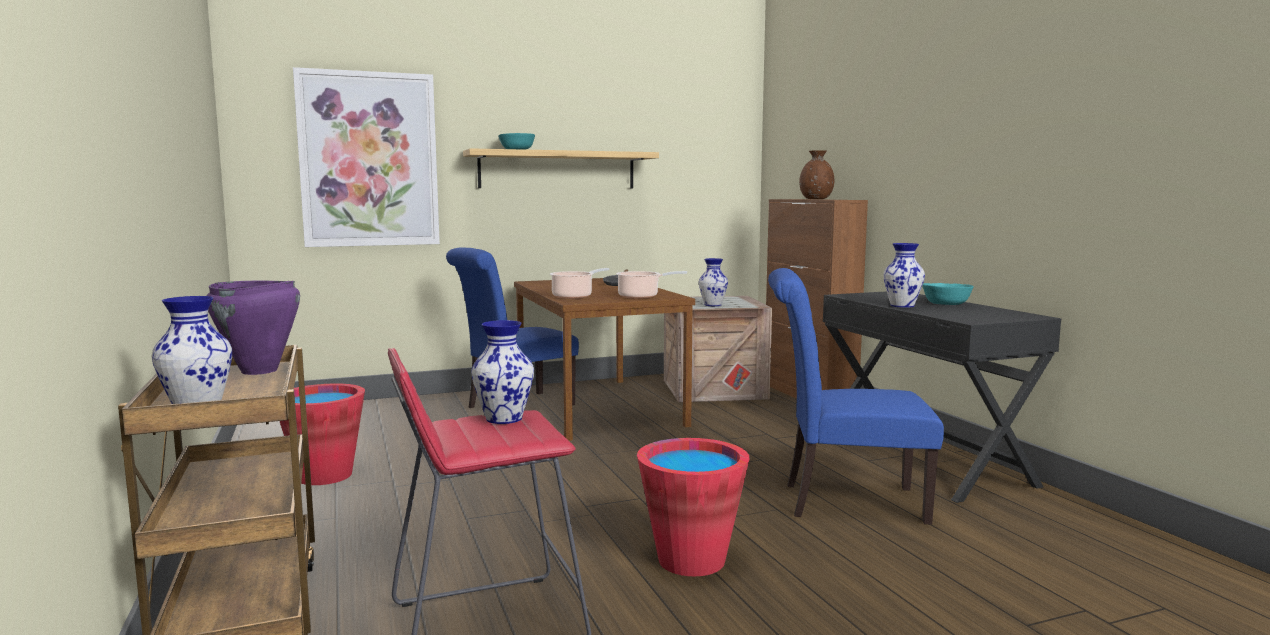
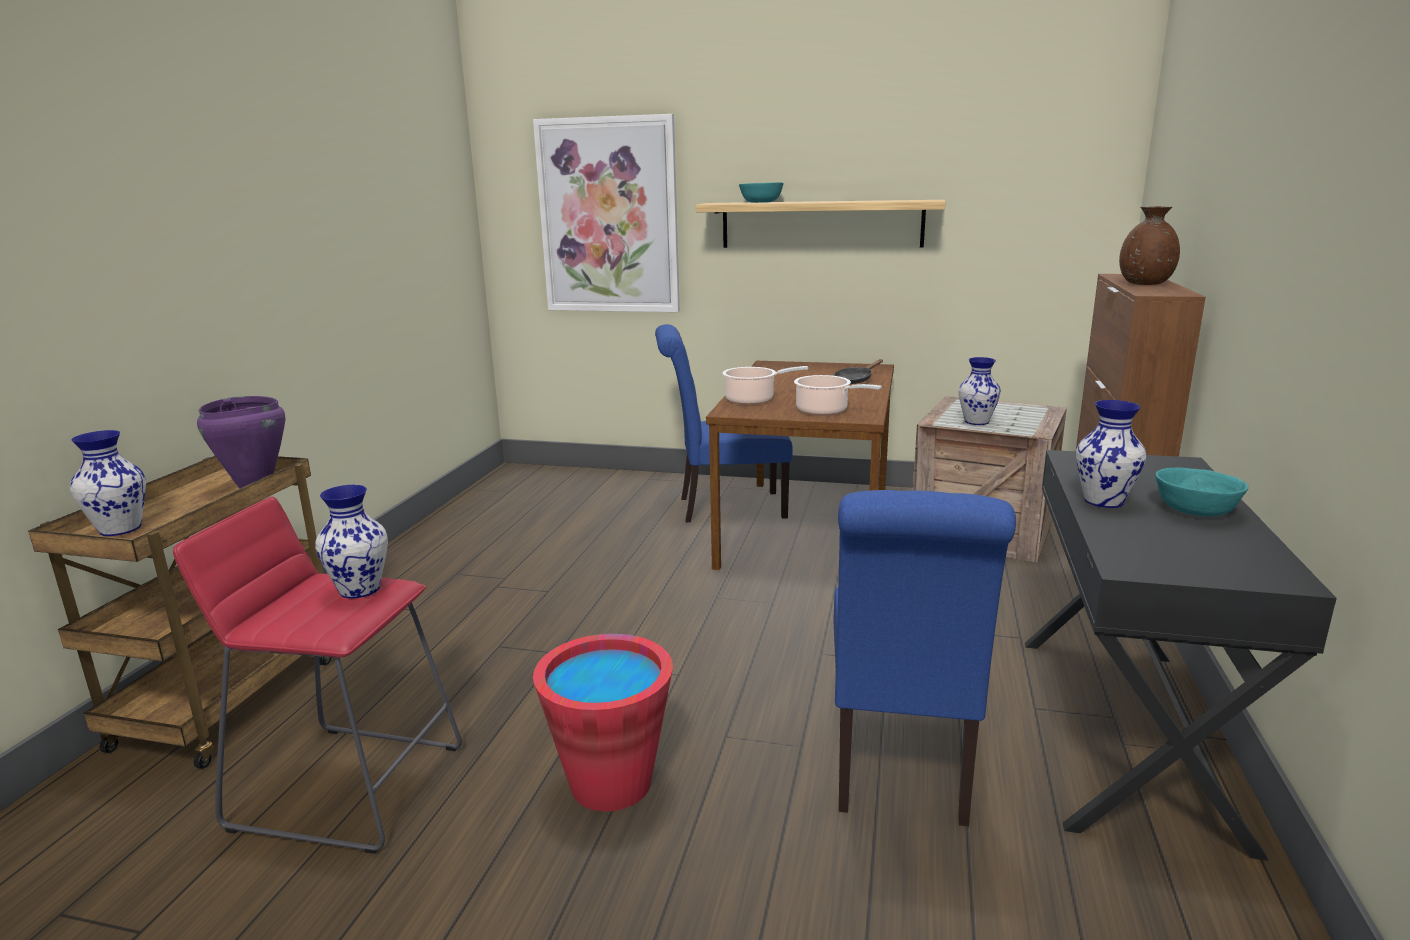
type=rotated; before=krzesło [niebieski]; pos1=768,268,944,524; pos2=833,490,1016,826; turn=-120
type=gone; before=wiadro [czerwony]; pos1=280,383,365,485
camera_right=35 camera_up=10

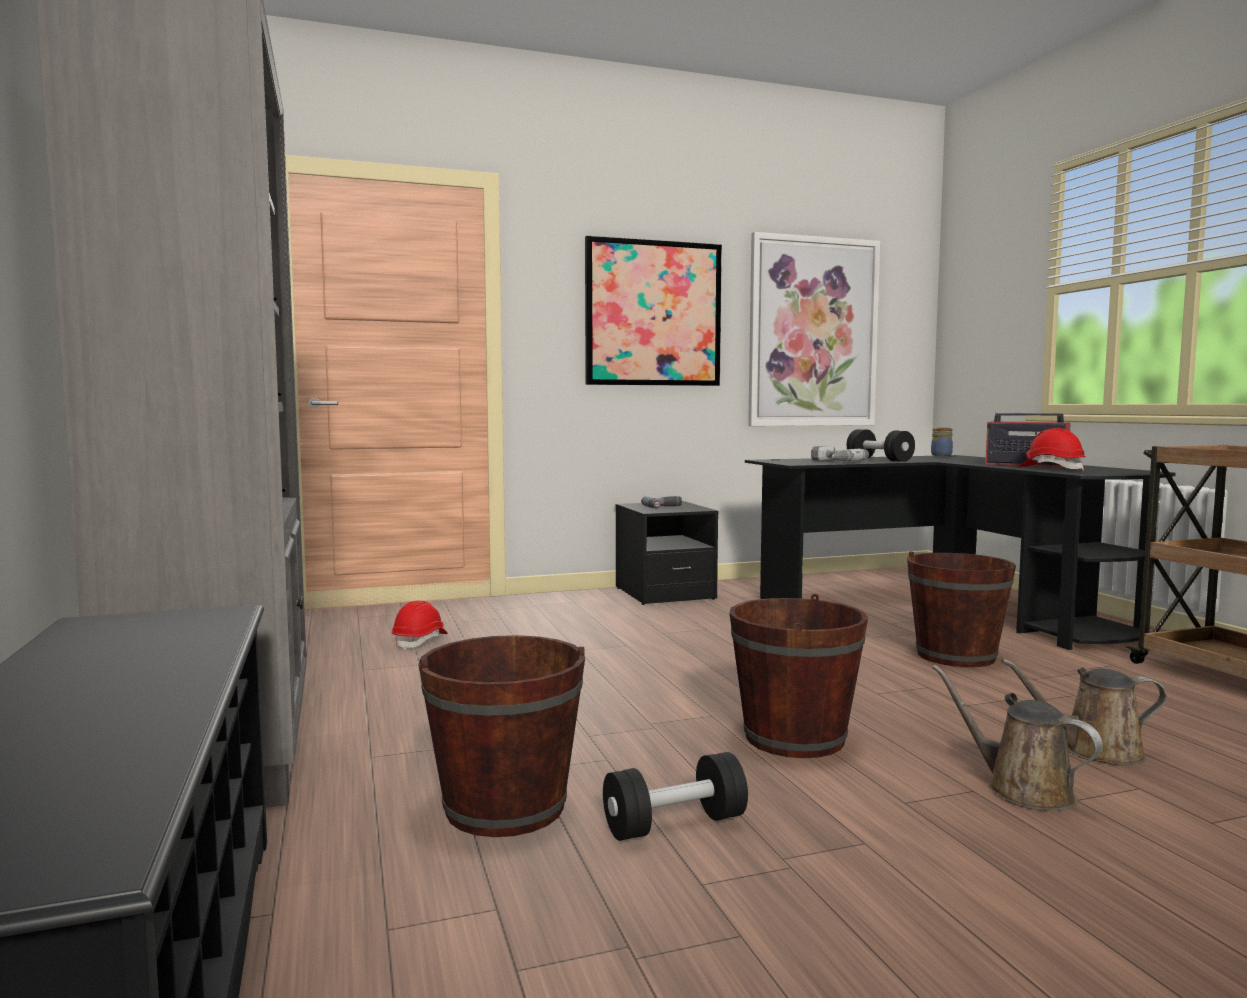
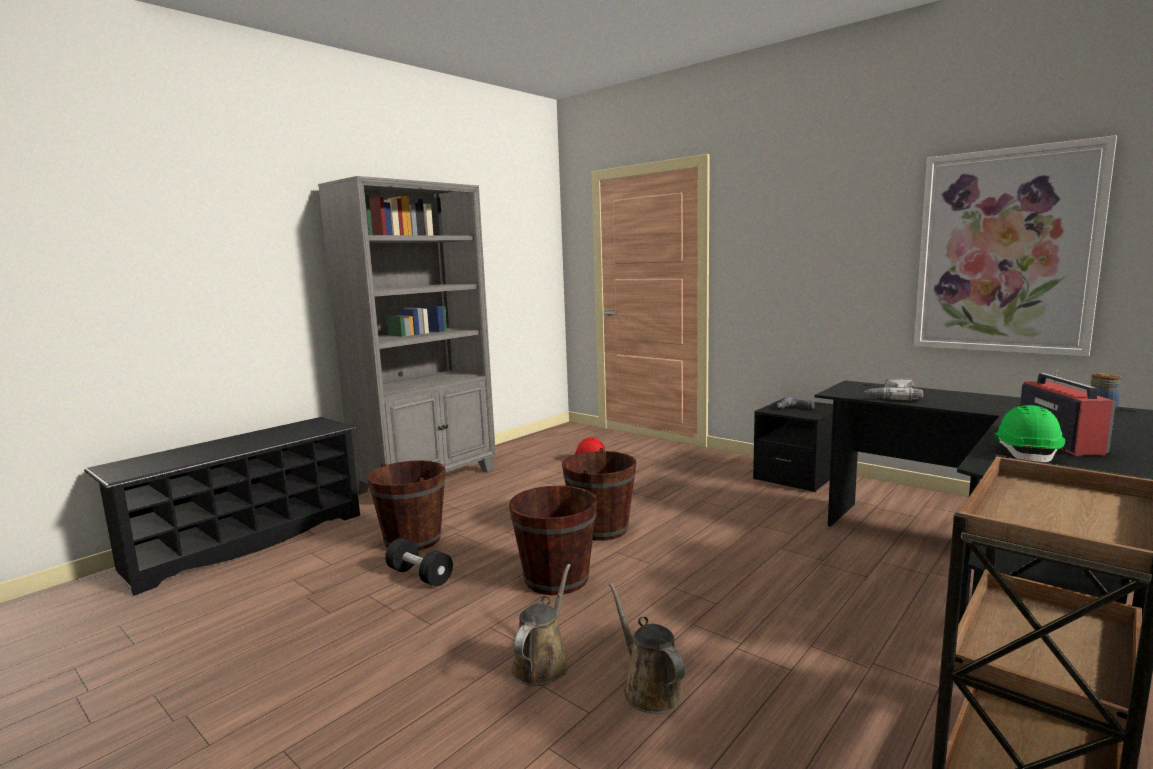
type=gone; before=obraz; pos1=585,236,722,386
type=repainted; before=kask [czerwony]; after=kask [zielony]; pos1=1019,428,1085,471; pos2=995,405,1065,462
type=gone; before=hantel [czarny]; pos1=847,429,915,462
type=shifted; before=wiadro [brązowy]; pos1=907,551,1016,667; pos2=562,448,636,541
camera_right=60 camera_up=5

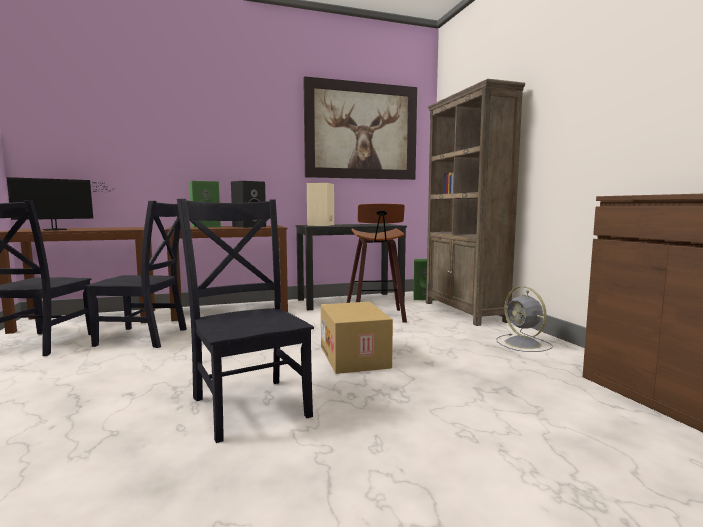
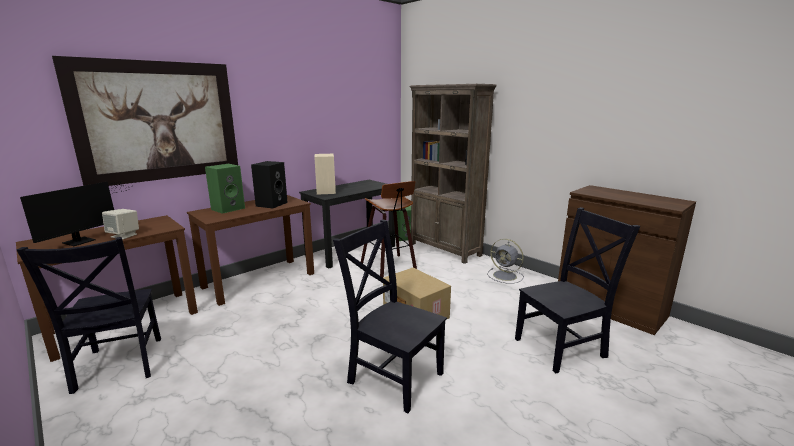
type=shifted; before=obraz; pos1=303,76,417,180; pos2=52,56,238,186
type=shifted; before=krzesło [czarny]; pos1=85,201,187,348; pos2=515,207,640,373
type=new; after=głośnik [beżowy]; pos2=102,209,139,239
camera_right=-25 camera_up=10

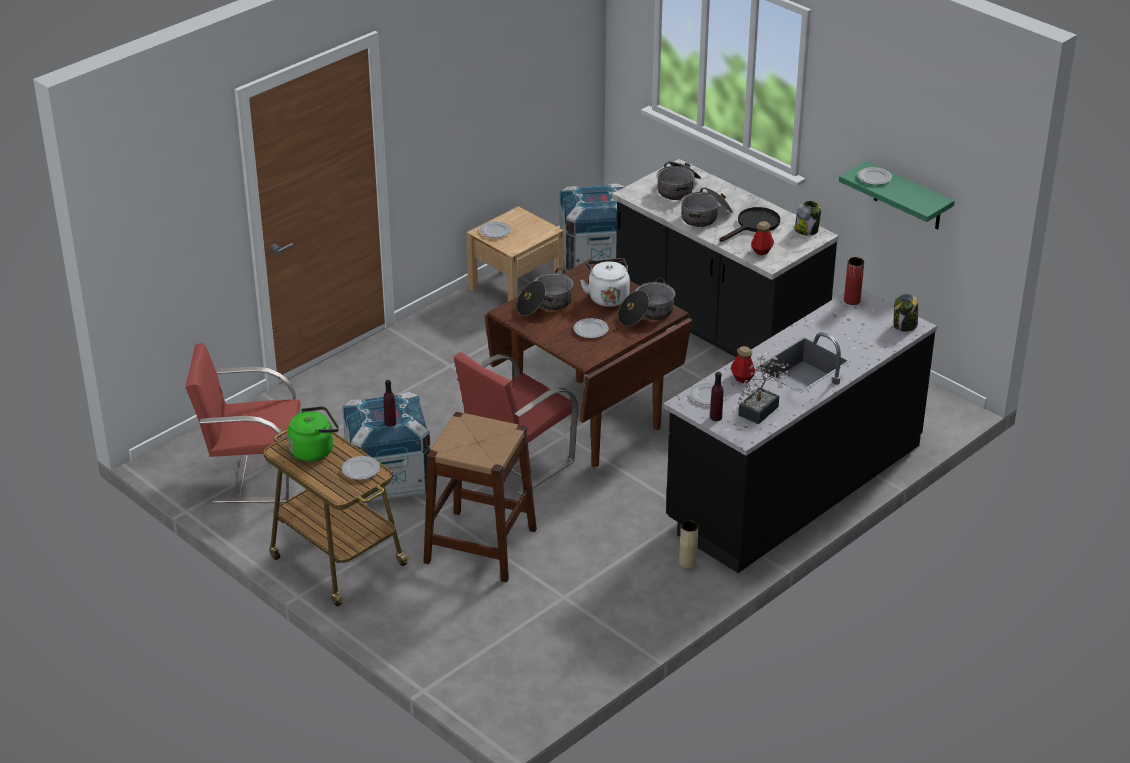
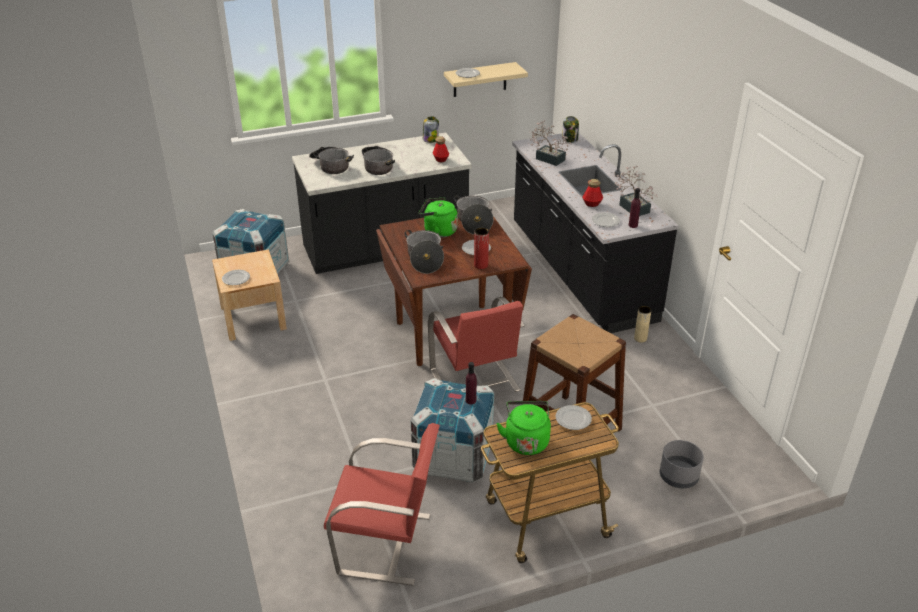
type=repainted; before=półka [zielony]; after=półka [beżowy]; pos1=839,161,955,230; pos2=444,62,528,97
type=gone; before=patelnia [czarny]; pos1=719,207,780,242
type=shifted; before=wazon [czerwony]; pos1=844,257,864,305; pos2=474,228,489,269
type=repainted; before=czajnik [biały]; after=czajnik [zielony]; pos1=580,258,630,307; pos2=419,198,458,238
type=rotated; before=krzesło [czerwony]; pos1=185,343,301,503; pos2=324,423,440,586; turn=-105
type=new; after=roślina doniczkowa; pos2=529,120,571,166
type=new; after=donica [szary]; pos2=660,440,704,488
camera_right=-65 camera_up=0

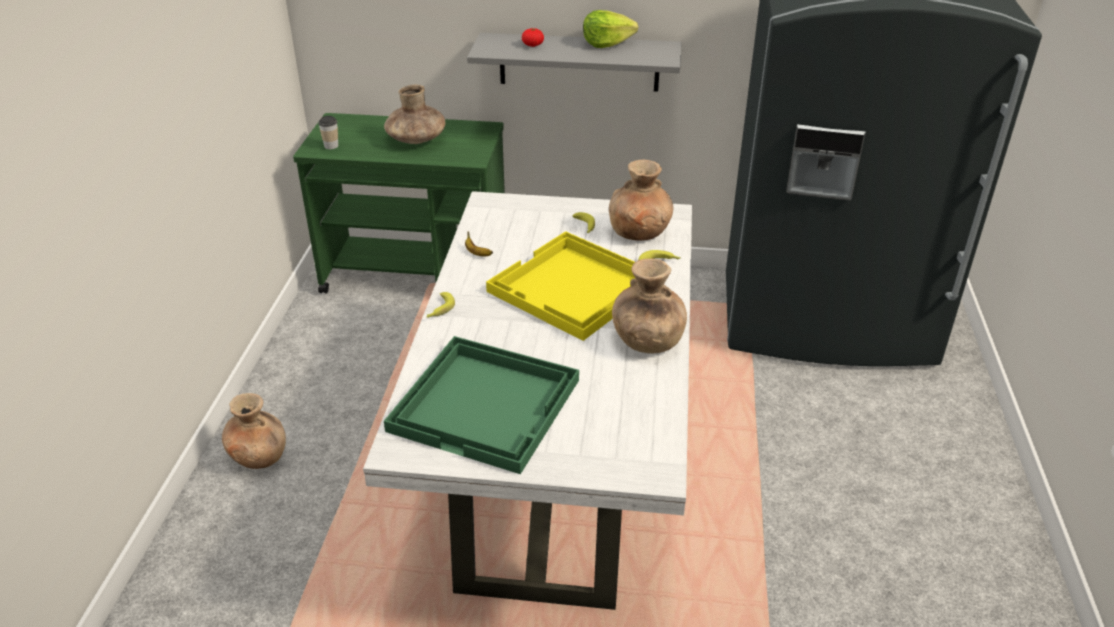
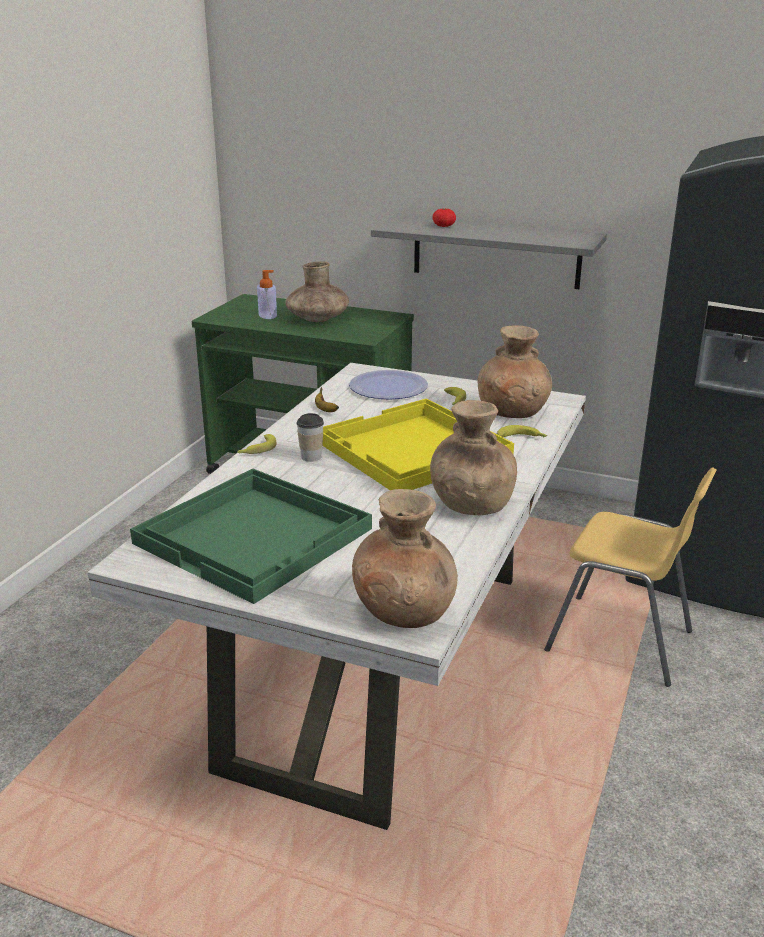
type=gone; before=sałata; pos1=583,10,638,48
type=shifted; before=filiżanka; pos1=318,116,338,149; pos2=296,413,324,462
type=shifted; before=wazon [brązowy]; pos1=222,393,286,469; pos2=352,489,458,628
type=new; after=dozownik mydła; pos2=257,270,277,319
type=new; after=talerz; pos2=349,370,428,400
type=new; after=krzesło [żółty]; pos2=544,468,717,687
camera_right=15 camera_up=-10

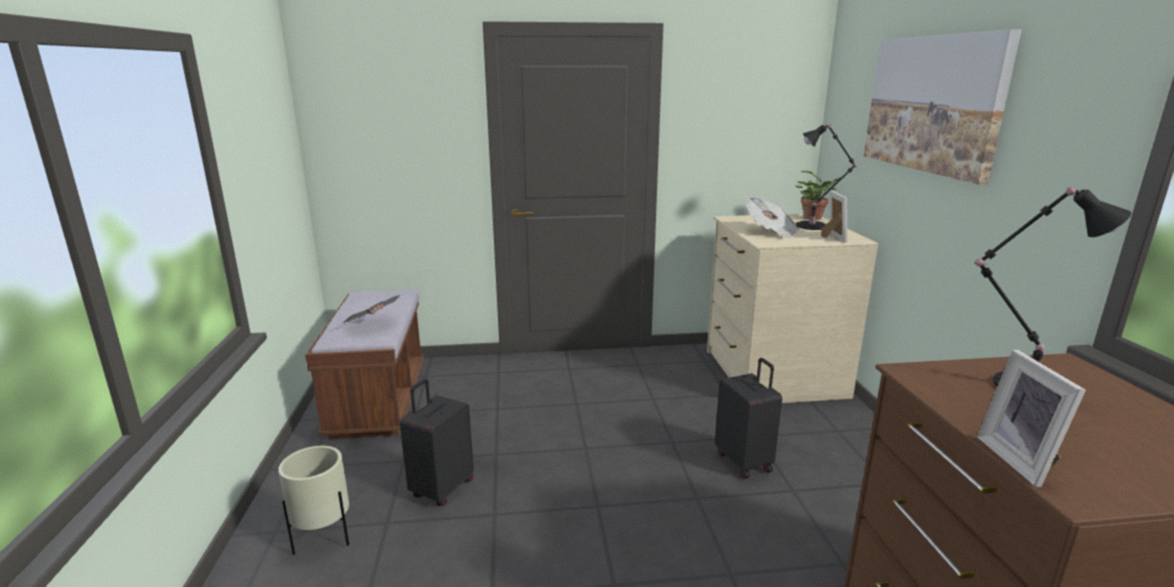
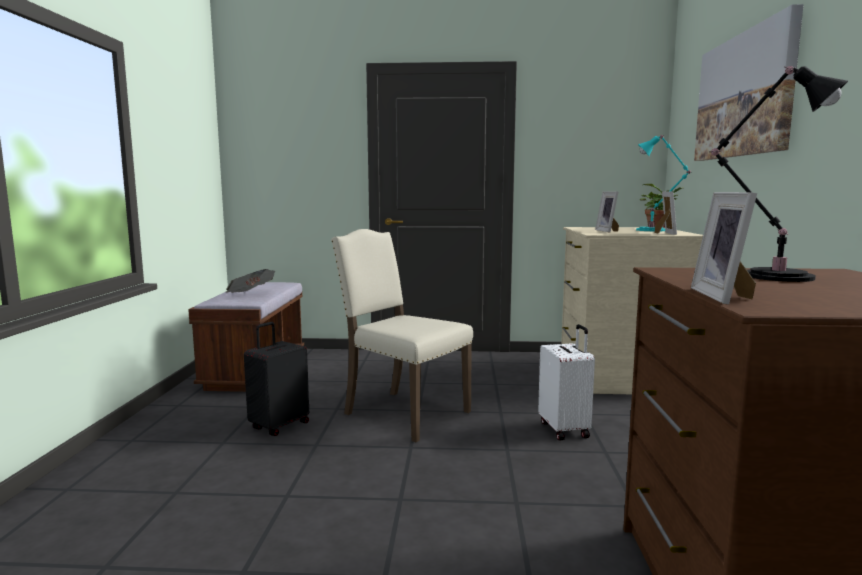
type=repainted; before=lampa stołowa [czarny]; after=lampa stołowa [turkusowy]; pos1=796,124,857,230; pos2=636,135,691,231
type=swapped; before=gazeta; after=ramka na zdjęcie; pos1=746,197,799,239; pos2=595,191,619,233
type=repainted; before=walizka [czarny]; after=walizka [biały]; pos1=715,358,782,479; pos2=538,324,595,440
type=gone; before=donica [beżowy]; pos1=278,446,349,555
type=new; after=krzesło [beżowy]; pos2=331,229,473,442
camera_right=10 camera_up=-10

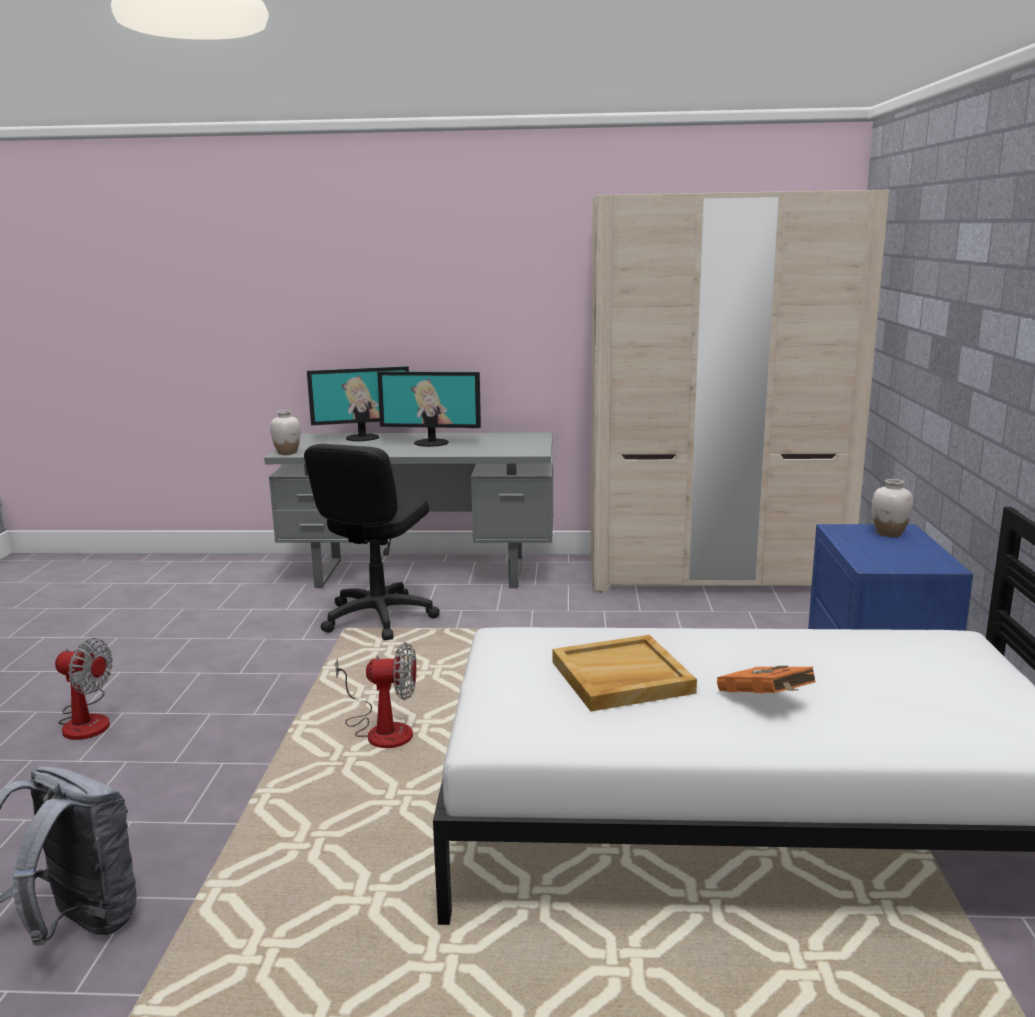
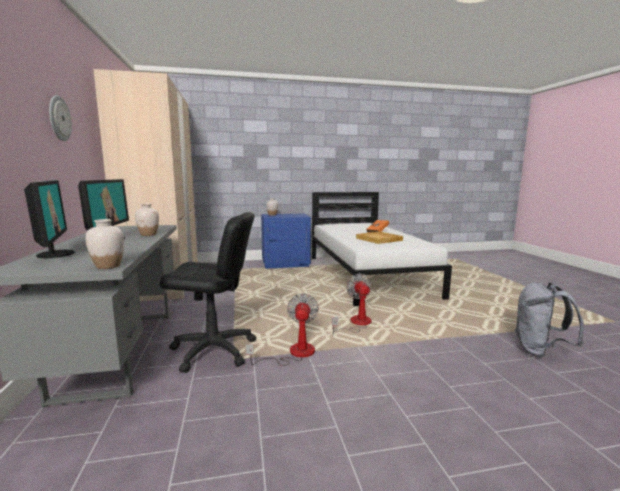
type=shifted; before=wentylator; pos1=55,638,113,740; pos2=246,294,319,366
type=new; after=zegar ścienny; pos2=49,95,72,141
type=new; after=wazon [biały]; pos2=135,203,159,236
camera_right=-105 camera_up=-5

